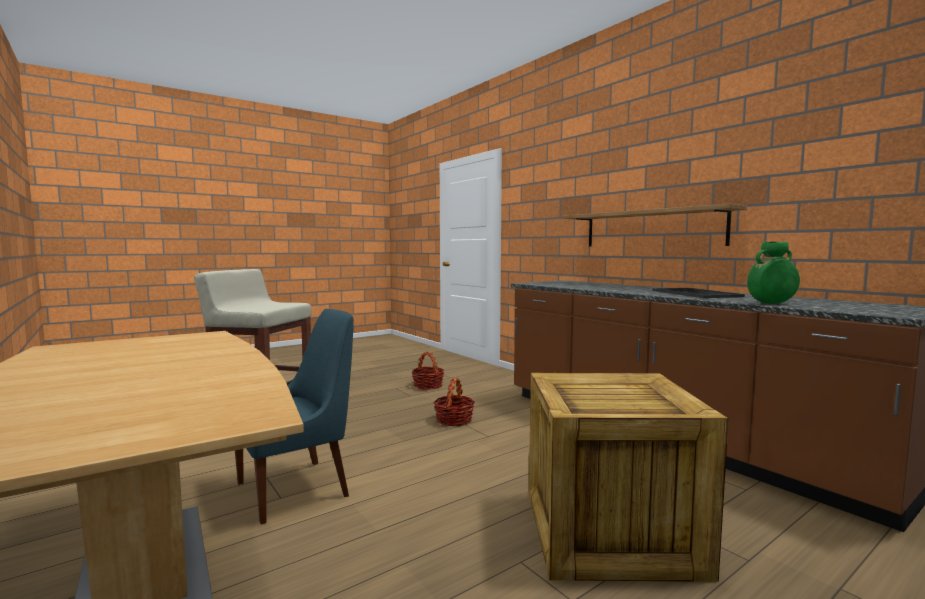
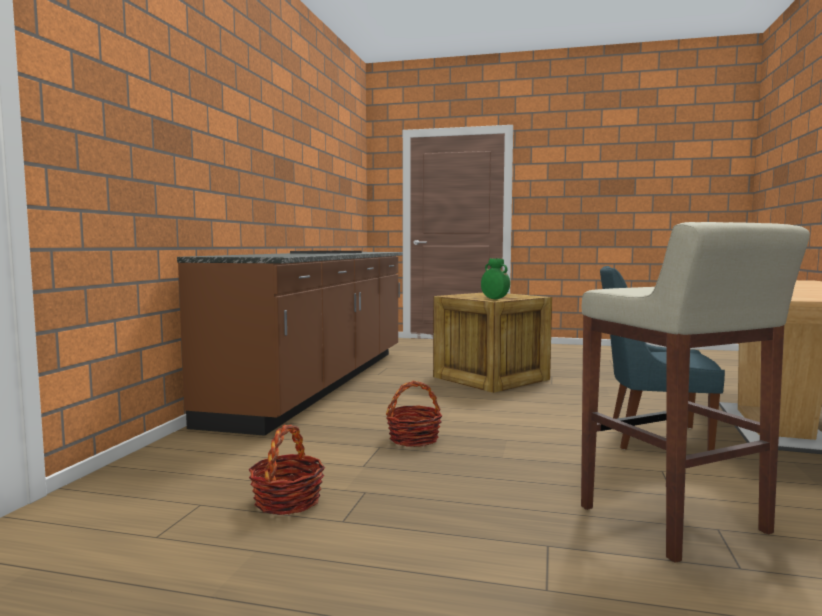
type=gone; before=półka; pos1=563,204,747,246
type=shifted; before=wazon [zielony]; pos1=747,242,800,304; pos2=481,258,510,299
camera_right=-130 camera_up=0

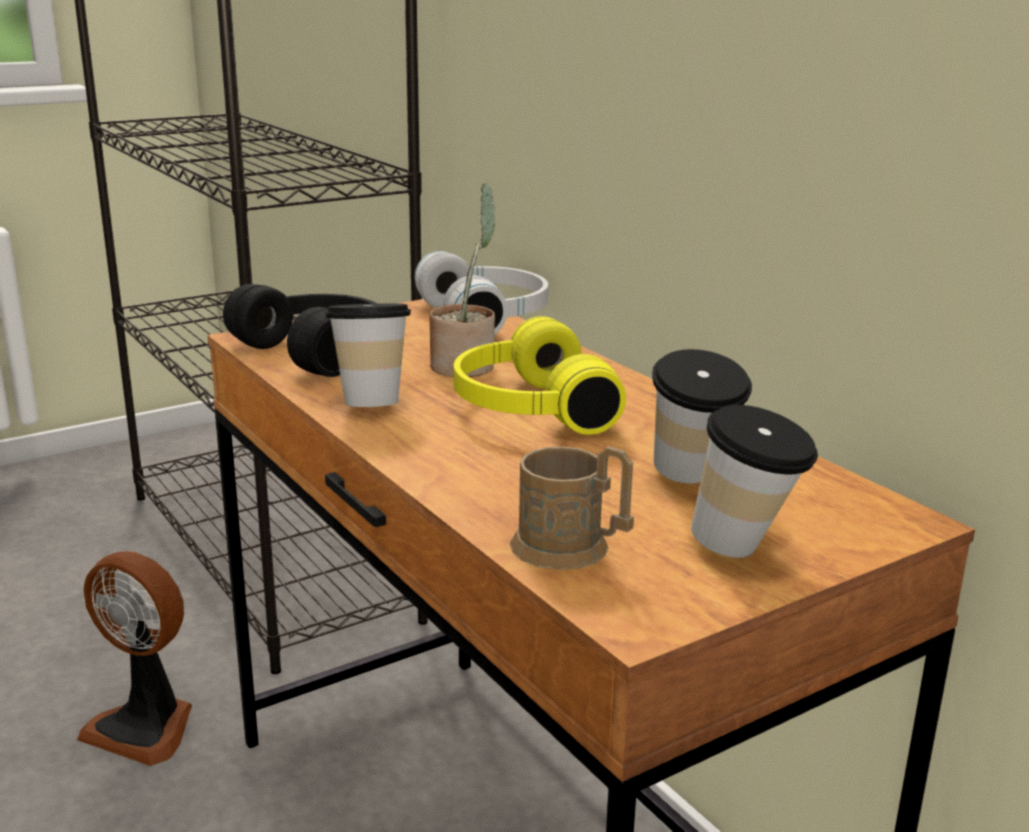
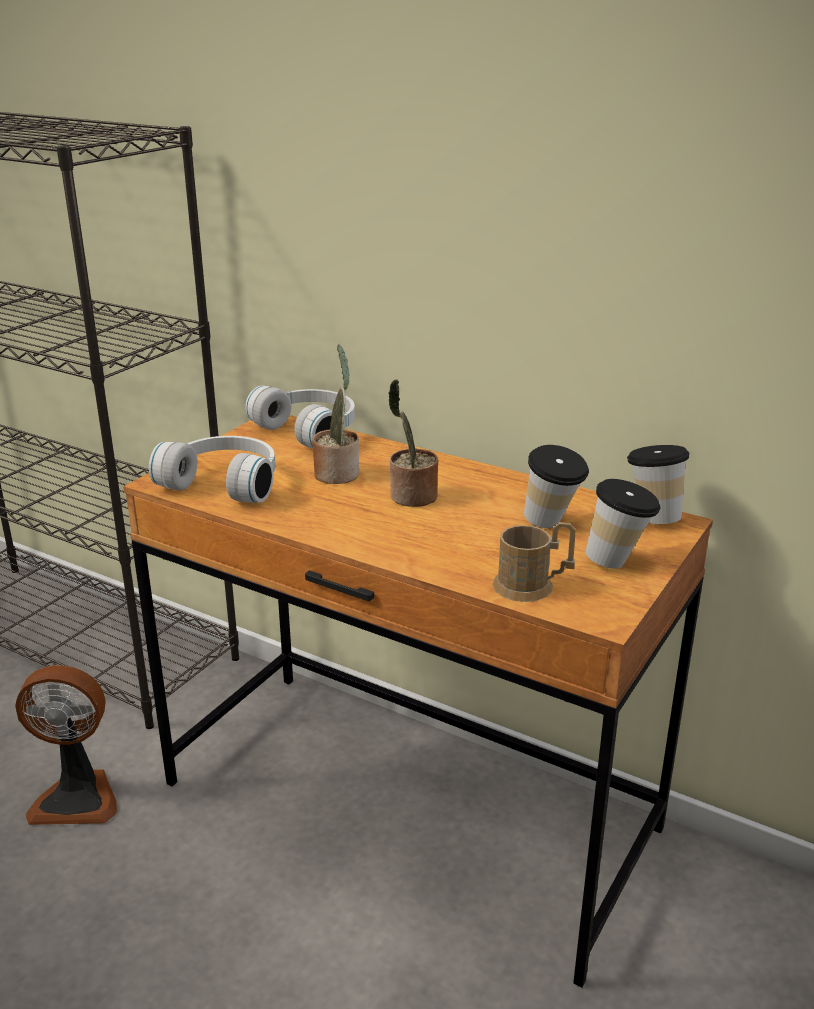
type=repainted; before=słuchawki [czarny]; after=słuchawki [biały]; pos1=223,284,378,377; pos2=149,436,275,503
type=shifted; before=filiżanka; pos1=325,303,411,407; pos2=627,445,689,524
type=swapped; before=słuchawki [żółty]; after=roślina doniczkowa; pos1=454,316,626,435; pos2=388,379,438,507
camera_right=-25 camera_up=5

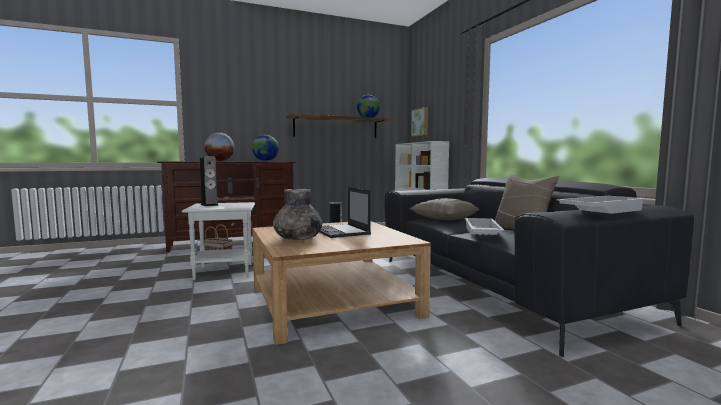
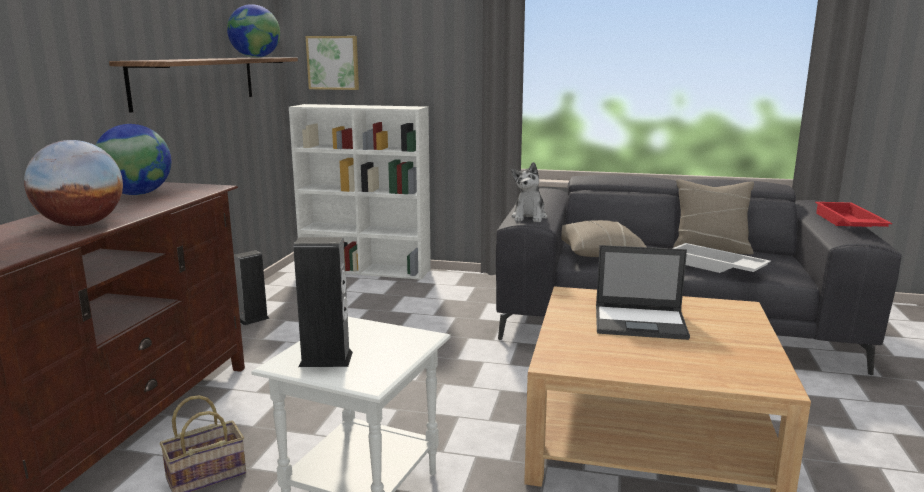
type=gone; before=wazon [szary]; pos1=273,189,322,240
type=repainted; before=taca [biały]; after=taca [czerwony]; pos1=557,196,646,214; pos2=815,202,892,227
type=new; after=pluszak; pos2=512,162,547,222
camera_right=-55 camera_up=10

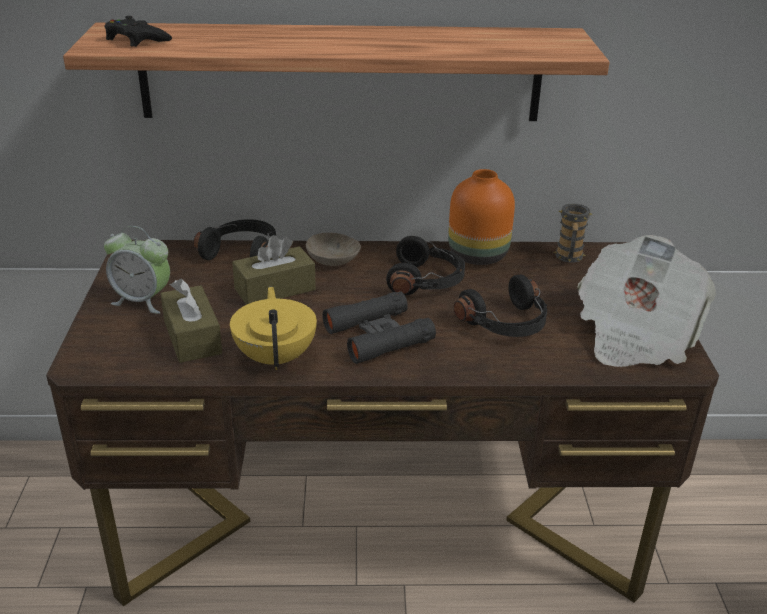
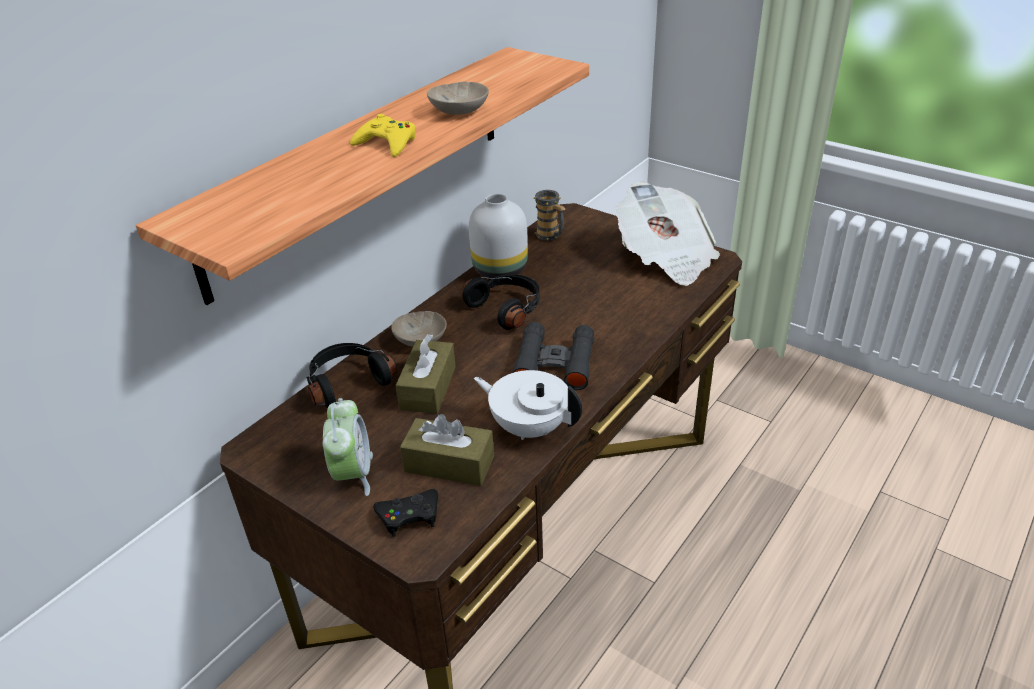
type=shifted; before=pad do gier [czarny]; pos1=104,16,172,47; pos2=373,489,438,537
type=repainted; before=wazon [pomarańczowy]; after=wazon [biały]; pos1=448,169,515,265; pos2=469,193,528,278
type=rotated; before=budzik; pos1=104,226,170,314; pos2=323,398,373,496; turn=-60
type=gone; before=słuchawki [czarny]; pos1=454,274,547,337
type=repainted; before=imbryk [żółty]; after=imbryk [biały]; pos1=230,287,317,370; pos2=474,370,582,440
type=new; after=miska [beżowy]; pos2=427,81,489,115
type=new; after=pad do gier [żółty]; pos2=350,114,416,157
camera_right=-50 camera_up=5

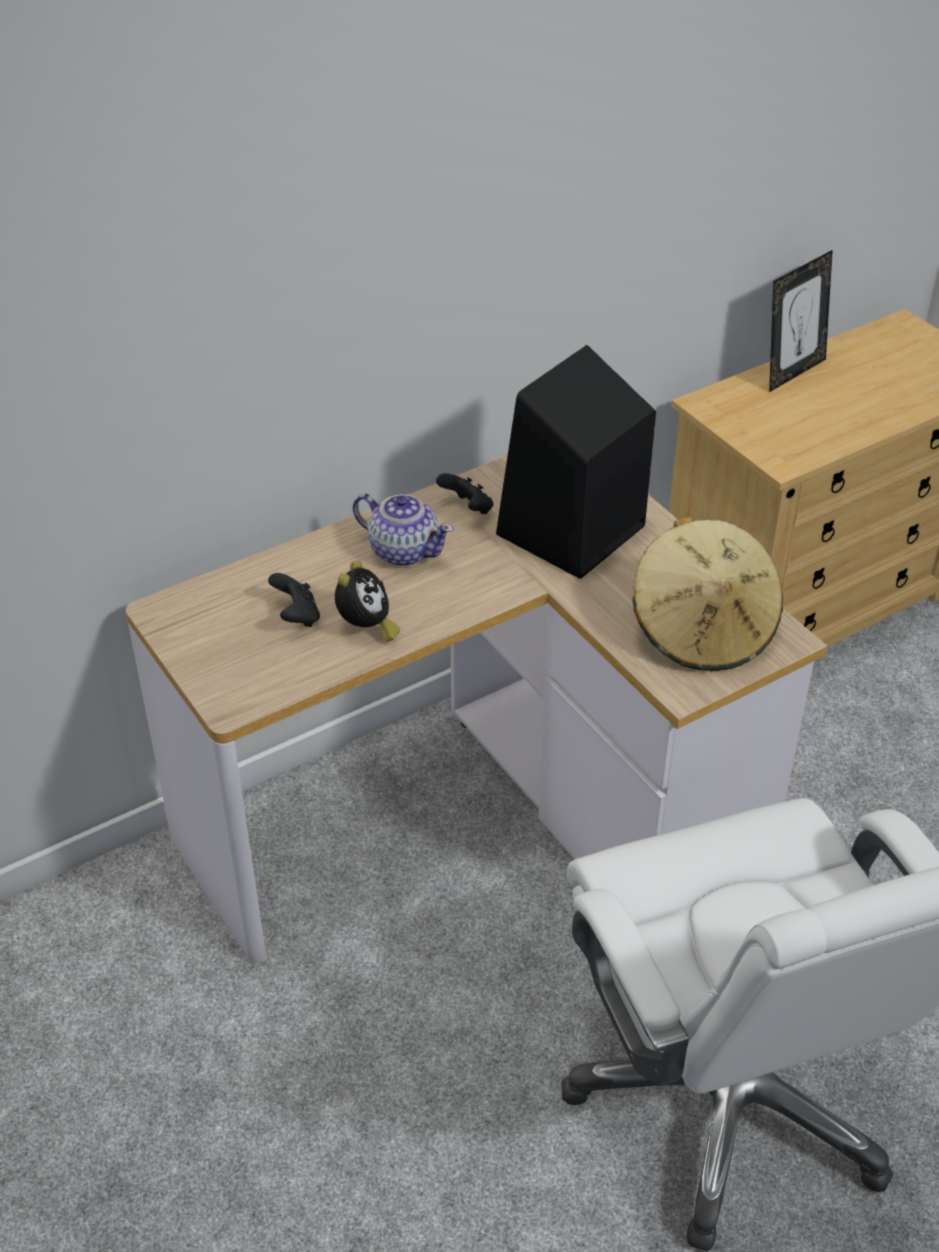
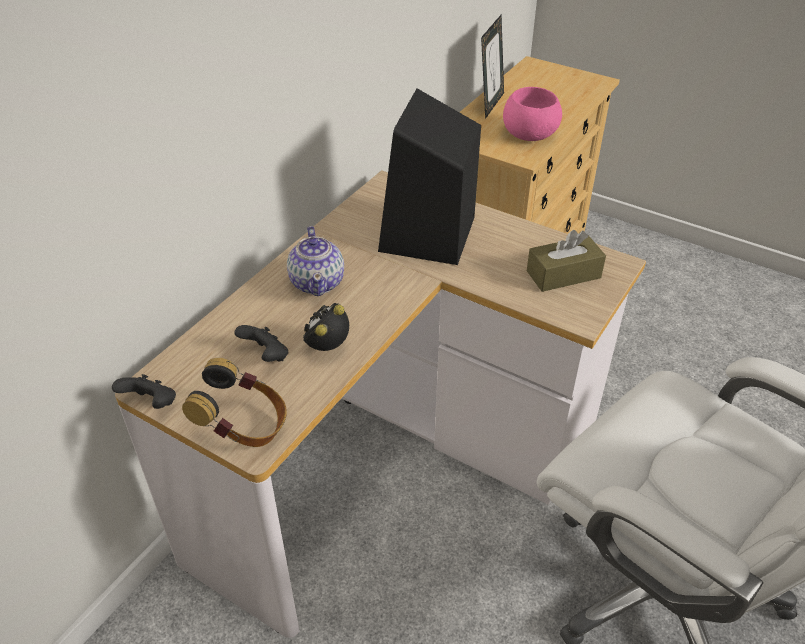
type=shifted; before=pad do gier [czarny]; pos1=436,473,494,514; pos2=112,374,176,409
type=rotated; before=imbryk; pos1=353,494,454,566; pos2=287,226,344,296; turn=75
type=swapped; before=kapelusz [beżowy]; after=pudełko chusteczek [brązowy]; pos1=633,517,783,671; pos2=527,230,606,292
type=rotated; before=budzik; pos1=335,561,400,642; pos2=303,303,349,351; turn=-135
type=new; after=miska [różowy]; pos2=503,87,562,141
type=new; after=słuchawki; pos2=182,358,287,447
camera_right=-25 camera_up=0

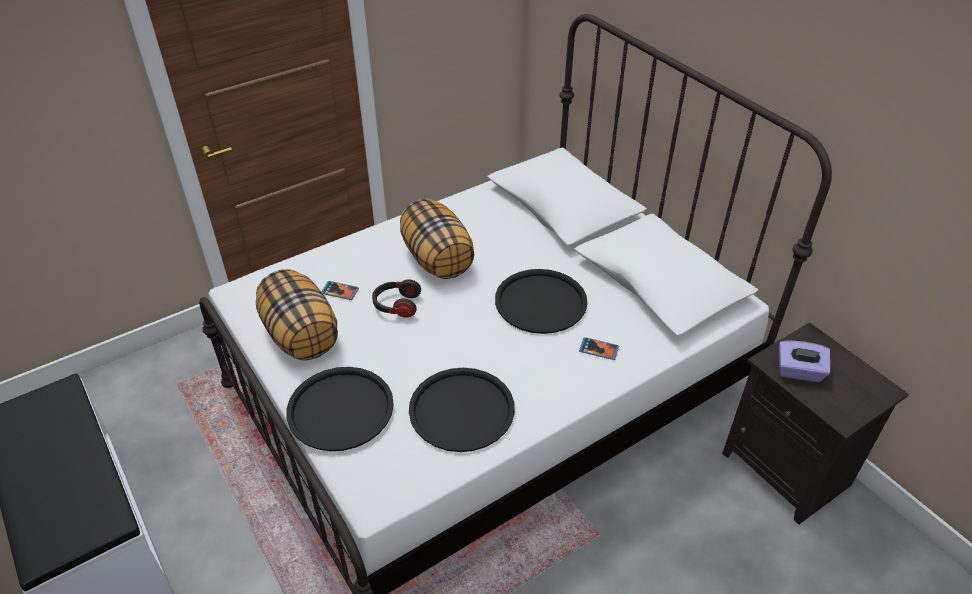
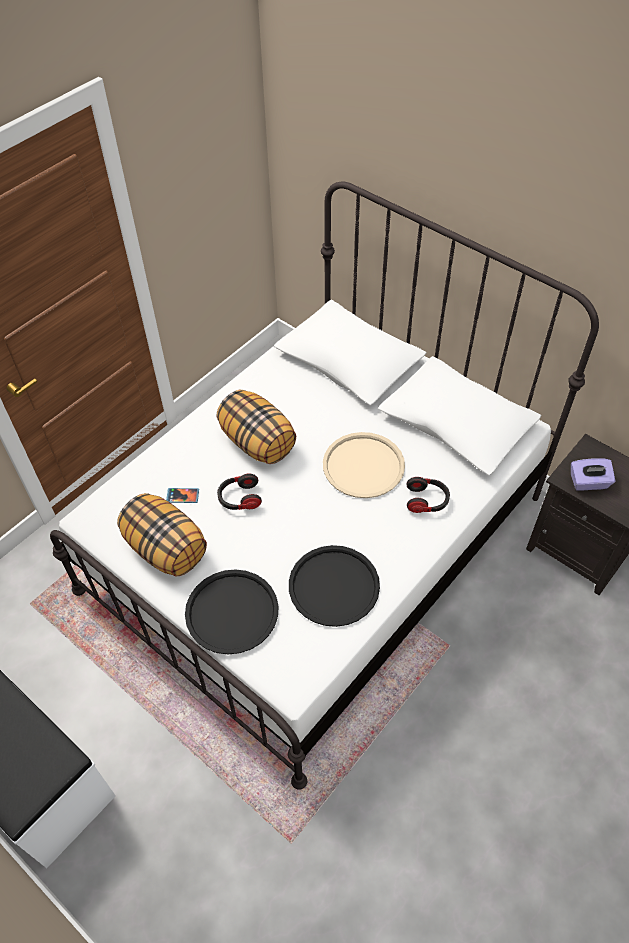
type=repainted; before=taca [czarny]; after=taca [beżowy]; pos1=495,269,588,334; pos2=323,432,405,498
type=swapped; before=telefon; after=słuchawki; pos1=579,337,619,360; pos2=406,477,450,513
camera_right=-15 camera_up=10

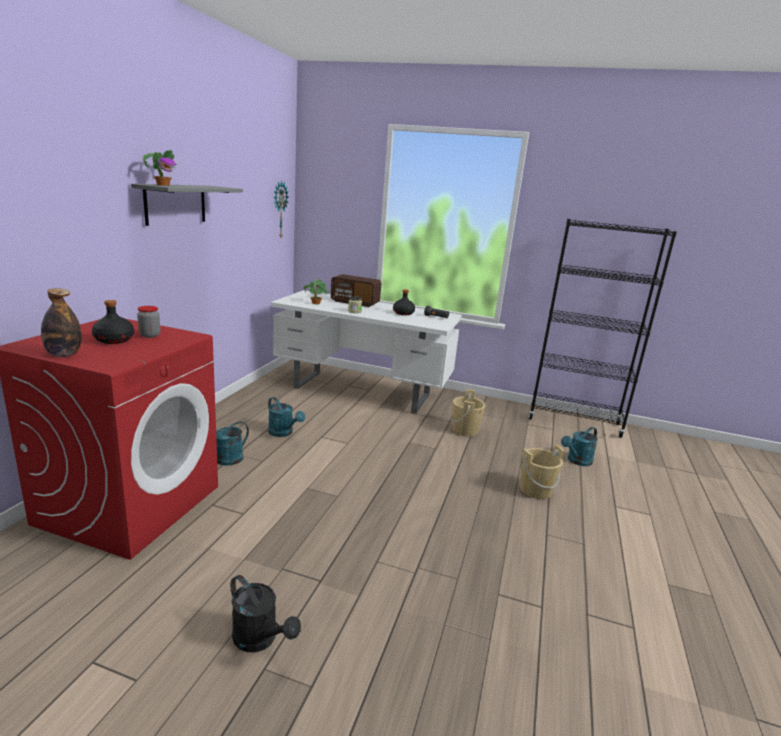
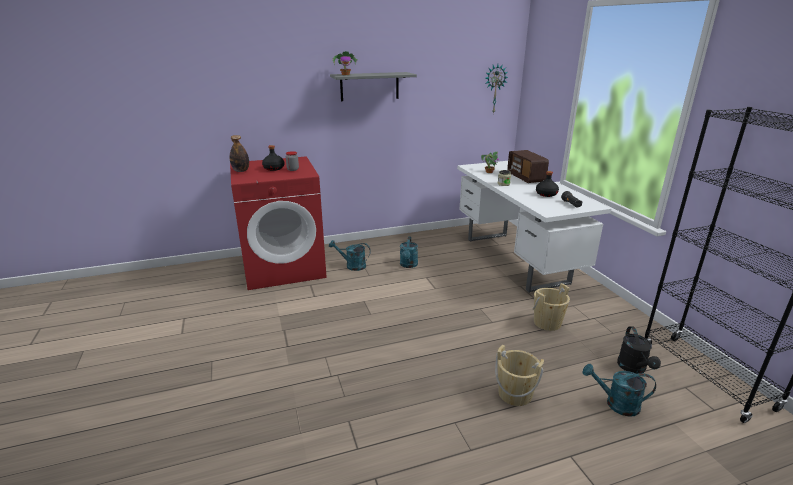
type=shifted; before=konewka [czarny]; pos1=230,575,301,652; pos2=617,326,661,374
camera_right=55 camera_up=5

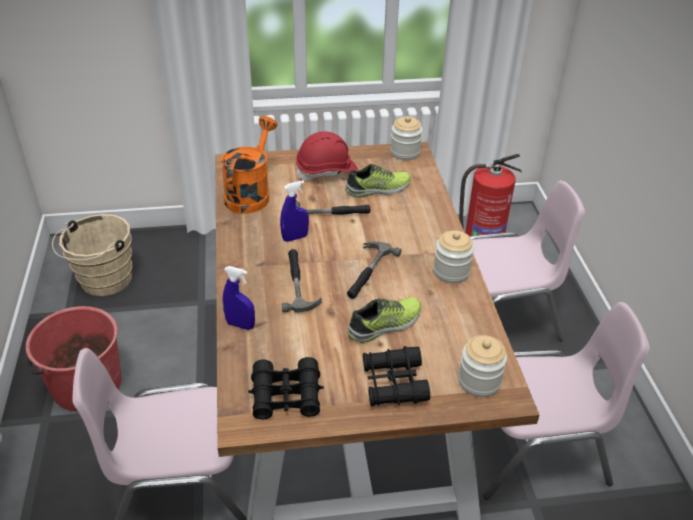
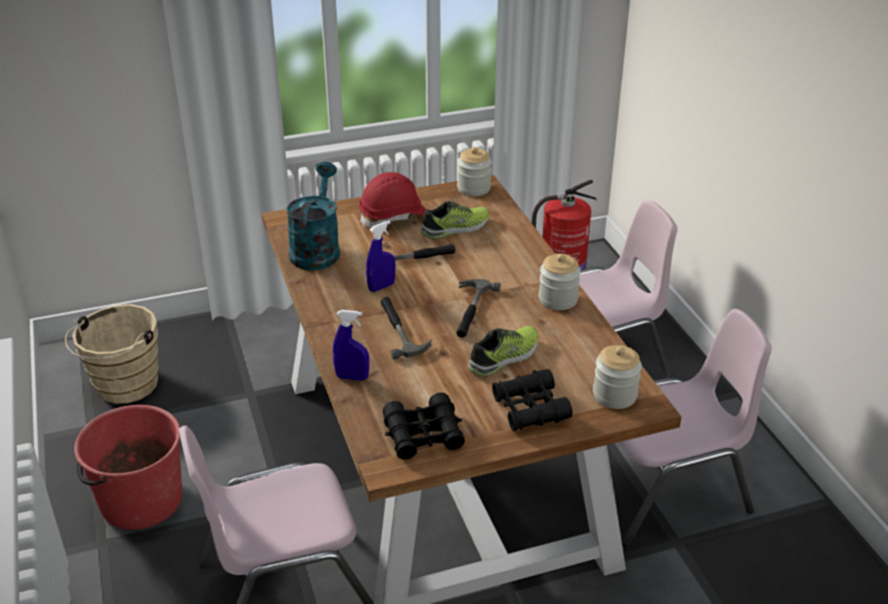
type=repainted; before=konewka [pomarańczowy]; after=konewka [turkusowy]; pos1=221,116,277,214; pos2=286,162,340,270
camera_right=-10 camera_up=-5

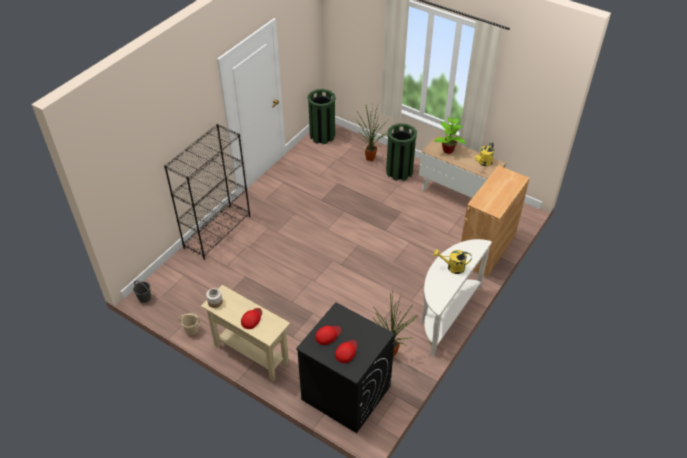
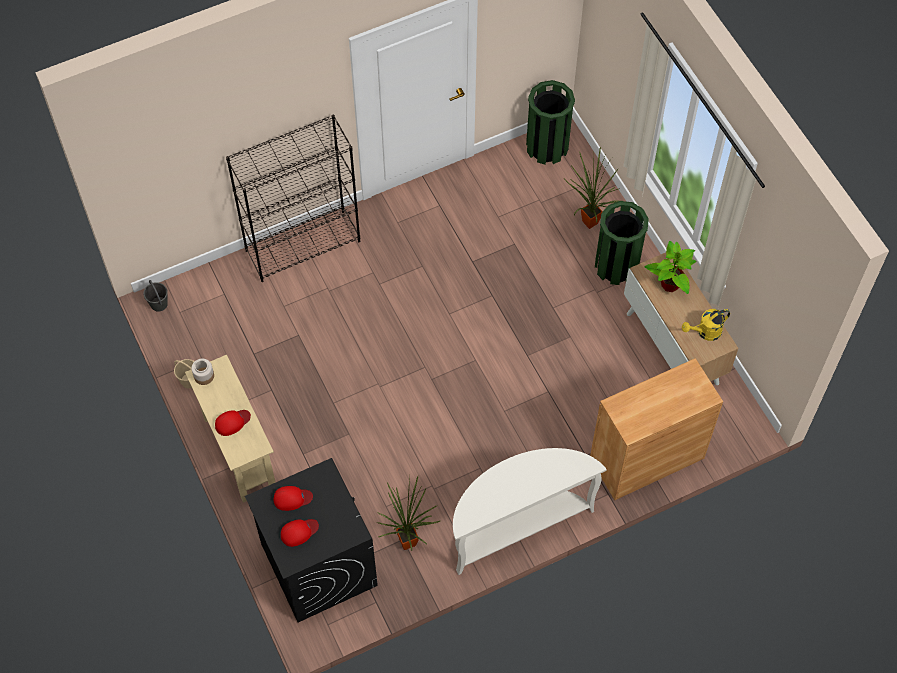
type=gone; before=konewka [żółty]; pos1=433,249,472,274
camera_right=30 camera_up=15

